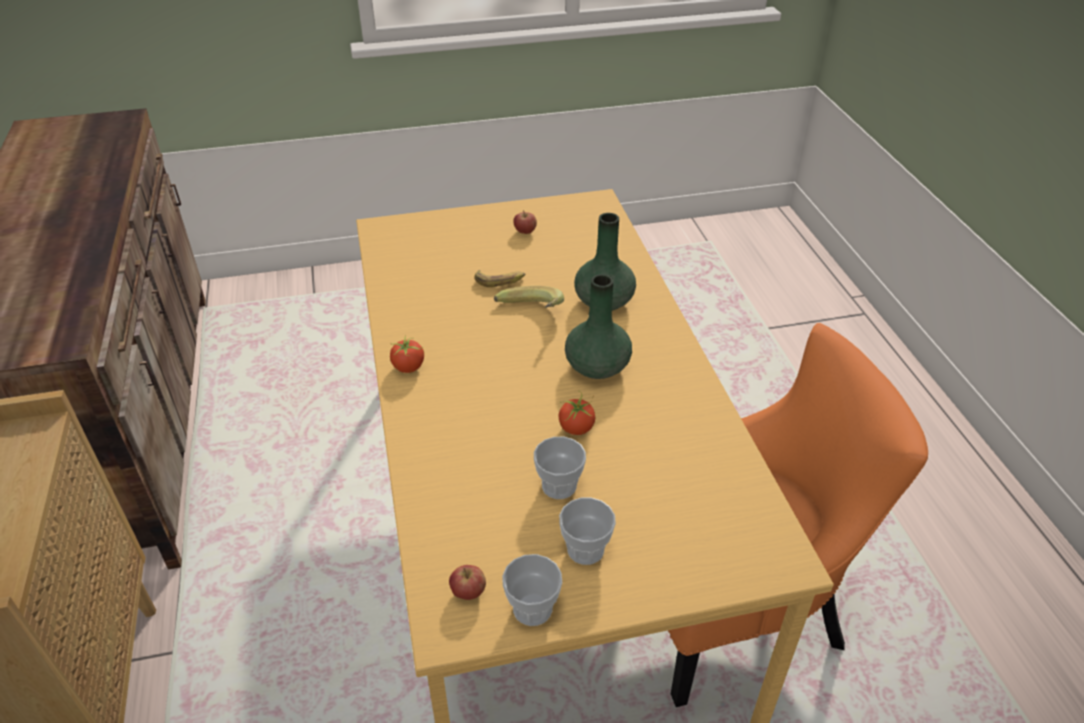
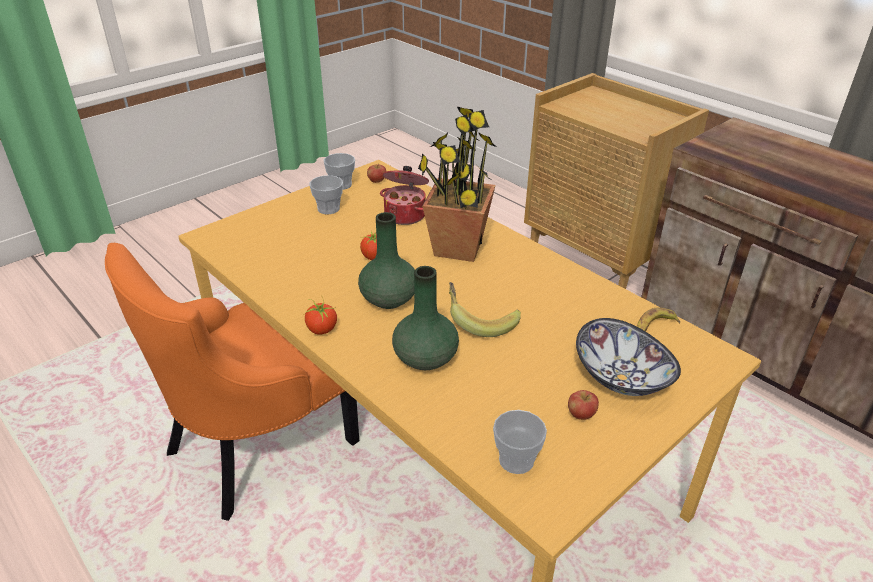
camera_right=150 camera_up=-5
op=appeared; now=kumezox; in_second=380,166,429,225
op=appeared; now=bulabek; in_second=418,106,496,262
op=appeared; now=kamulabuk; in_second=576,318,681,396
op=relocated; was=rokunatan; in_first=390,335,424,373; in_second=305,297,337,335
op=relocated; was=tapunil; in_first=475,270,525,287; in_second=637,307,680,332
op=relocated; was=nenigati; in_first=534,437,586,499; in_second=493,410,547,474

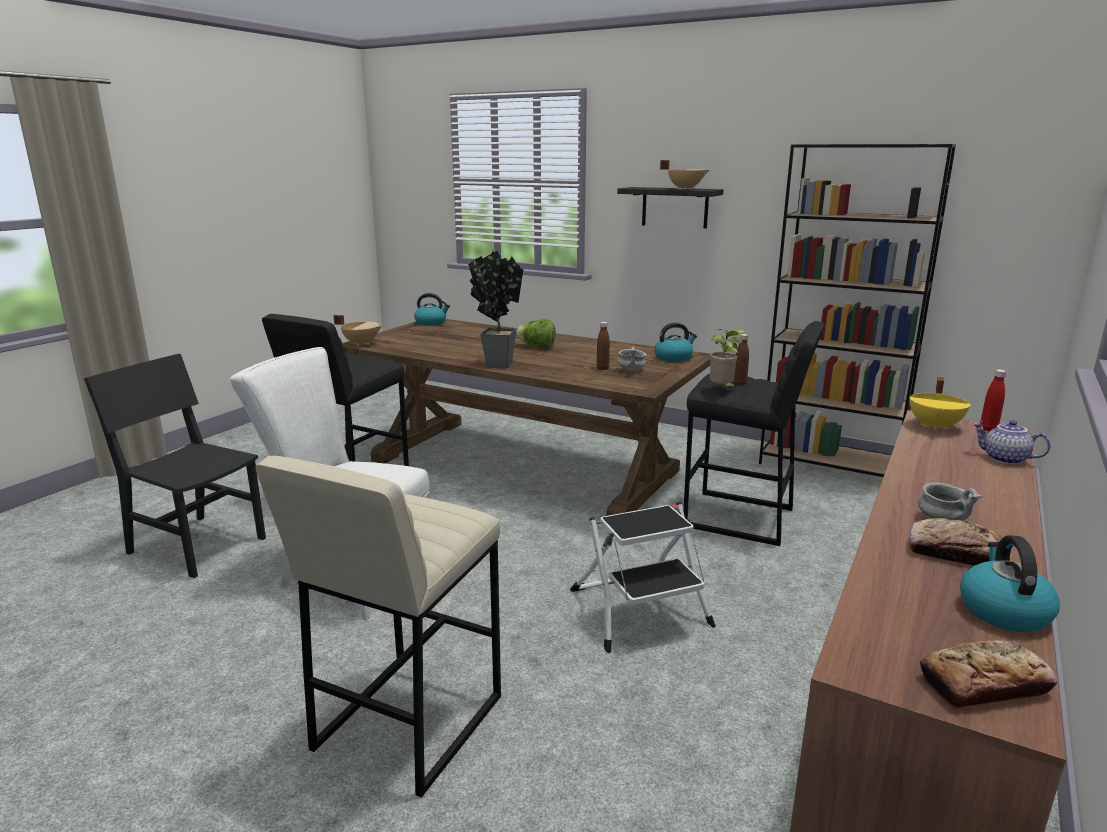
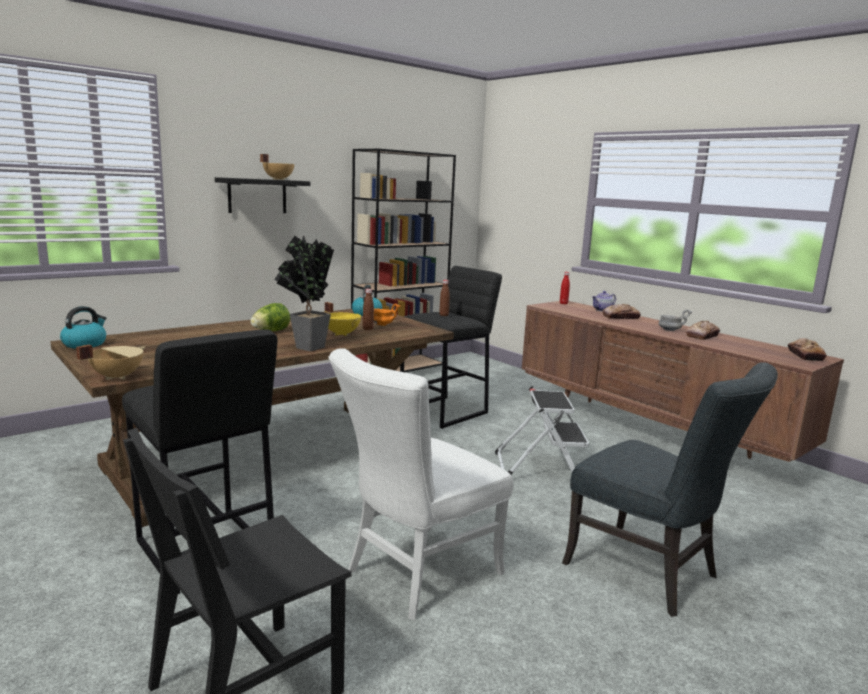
camera_right=-70 camera_up=-5
op=missing; was=bulabek; in_first=710,329,746,386
op=missing; was=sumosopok; in_first=960,535,1060,632
op=appeared; now=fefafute; in_second=603,304,641,319
op=relocated; was=yellow_kumezox; in_first=909,377,971,431; in_second=325,302,361,336
op=exchanged; was=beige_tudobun; now=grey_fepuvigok; in_first=255,456,501,798; in_second=562,362,778,617
op=colour; was=grey_kamulabuk; now=orange_kamulabuk; in_first=617,347,647,371; in_second=374,304,400,326

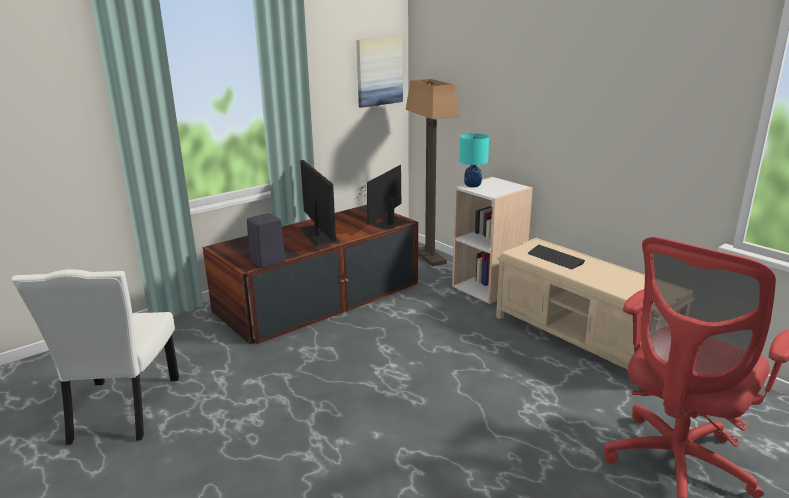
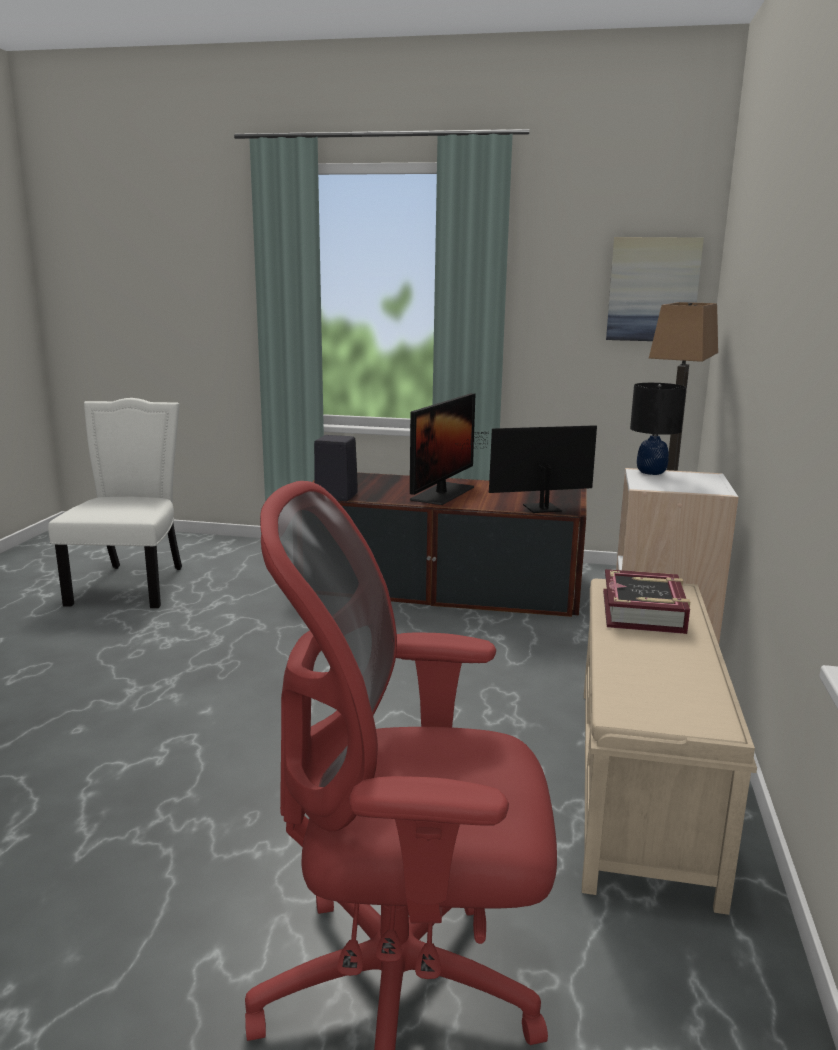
camera_right=50 camera_up=-5
op=exchanged; was=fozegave; now=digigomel; in_first=528,245,585,269; in_second=603,569,690,634
op=colour; was=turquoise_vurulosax; now=black_vurulosax; in_first=459,133,489,187; in_second=630,383,686,475
op=spun; was=white_fepuvigok; in_first=12,269,179,445; in_second=48,398,182,608; clockwise=135

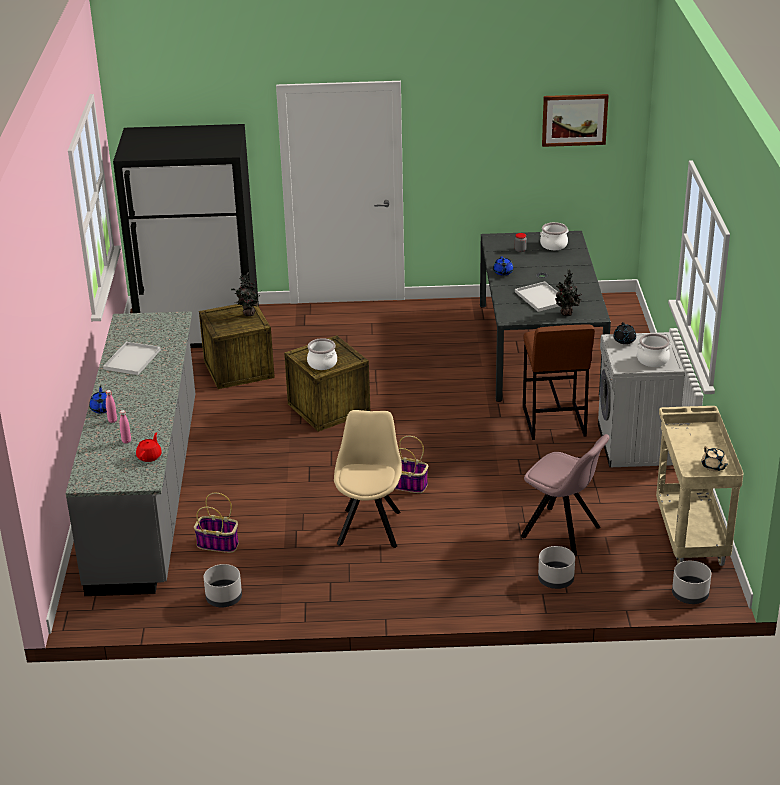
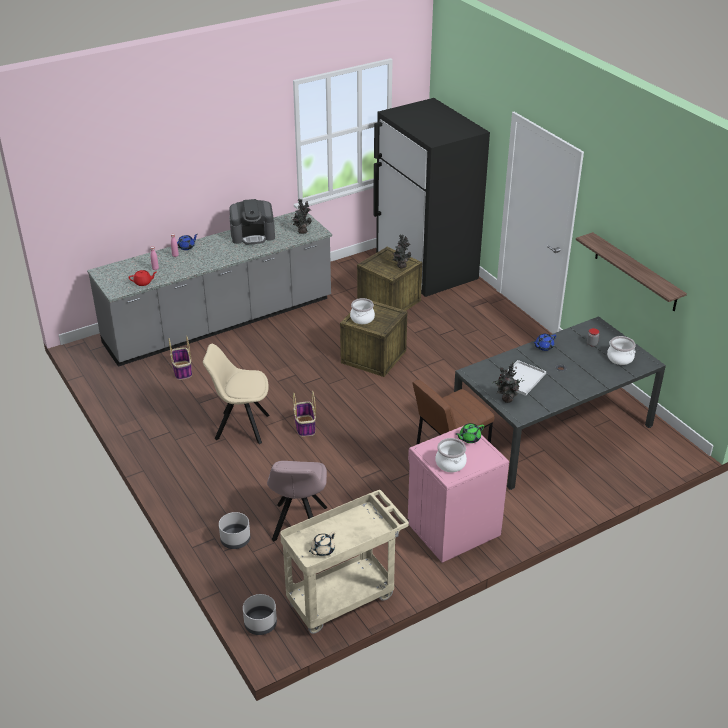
camera_right=60 camera_up=5
op=missing; was=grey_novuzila; in_first=203,564,242,607
op=missing; was=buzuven; in_first=542,94,609,147
op=appeared; now=bulabek; in_second=291,199,312,234
op=appeared; now=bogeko; in_second=576,232,687,311
op=exchanged; was=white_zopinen; now=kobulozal; in_first=103,342,161,375; in_second=229,199,275,245
op=colour; was=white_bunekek; now=pink_bunekek; in_first=598,332,685,467; in_second=408,426,509,563
op=colour; was=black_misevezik; now=green_misevezik; in_first=613,322,636,344; in_second=455,423,484,443
op=spun; was=beige_fepuvigok; in_first=334,410,402,548; in_second=203,344,270,444; clockwise=-150

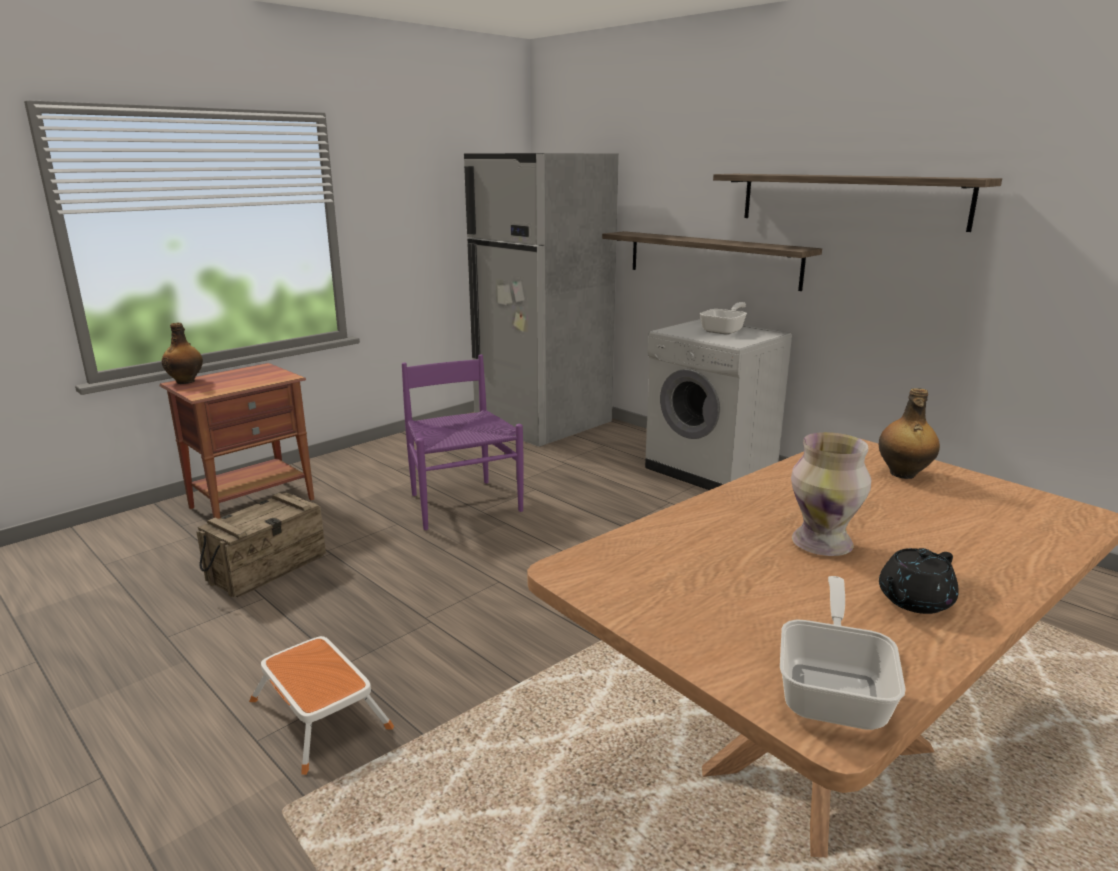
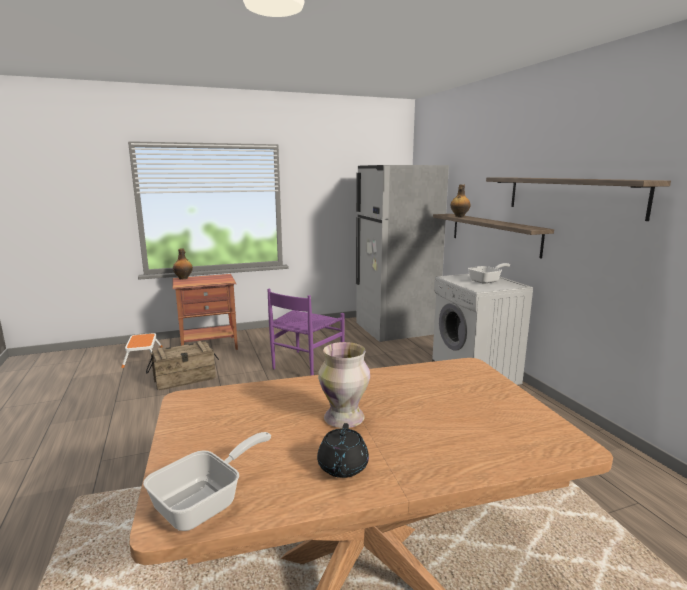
camera_right=25 camera_up=-5
op=relocated; was=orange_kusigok; in_first=249,636,394,775; in_second=121,333,163,368
op=relocated; was=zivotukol; in_first=879,388,940,479; in_second=450,184,470,217
op=spun; was=purple_fepuvigok; in_first=402,355,524,530; in_second=268,289,345,375; clockwise=-150
op=spun; was=black_misevezik; in_first=879,548,959,614; in_second=317,423,369,478; clockwise=-75

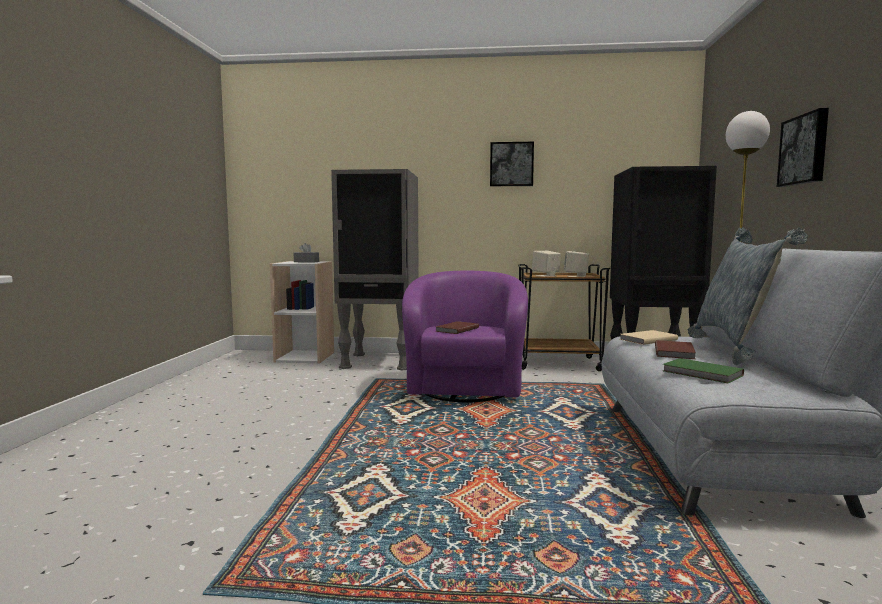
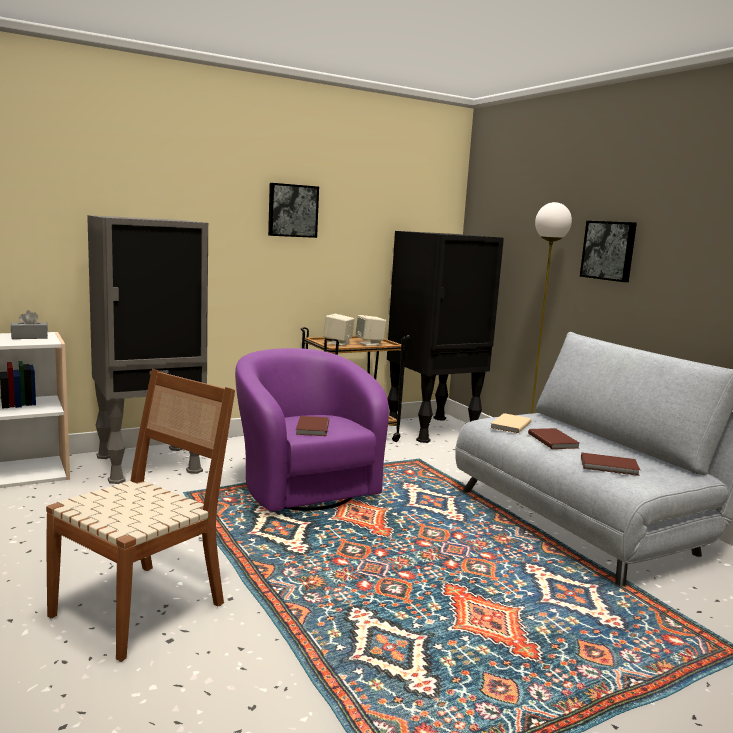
camera_right=-35 camera_up=5
op=missing; was=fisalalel; in_first=688,227,808,365
op=appeared; now=fepuvigok; in_second=46,369,235,662
op=colour; was=green_digigomel; now=brown_digigomel; in_first=663,358,744,383; in_second=581,453,640,476

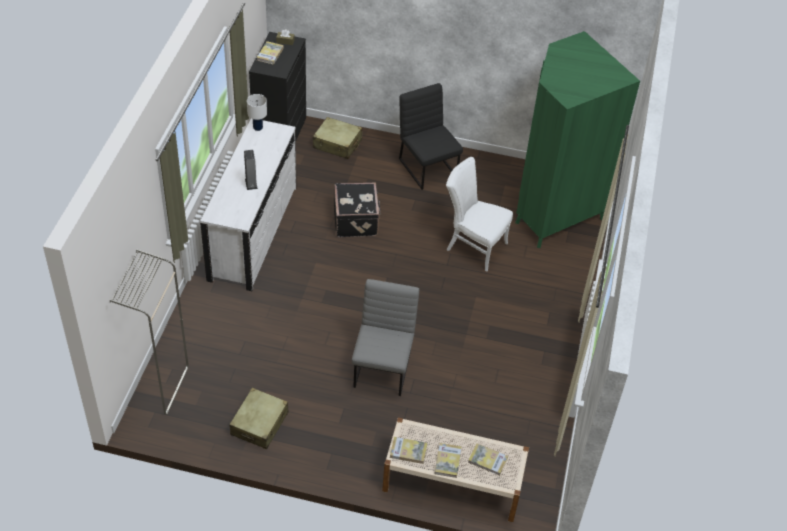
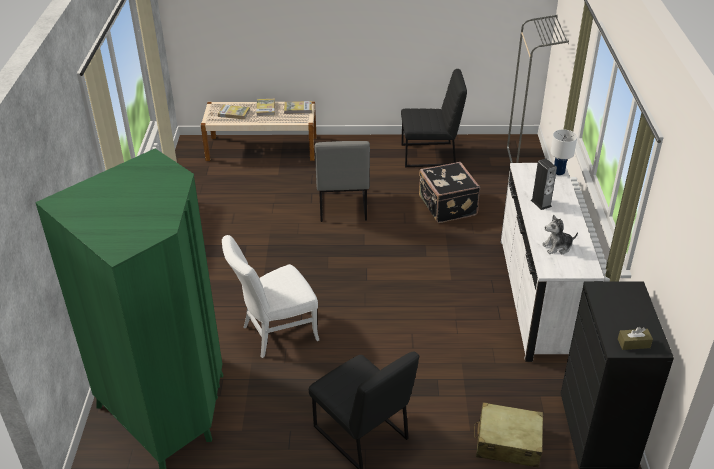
camera_right=170 camera_up=-10
op=missing; was=digigomel; in_first=256,41,284,65
op=appeared; now=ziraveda; in_second=542,215,578,254
op=relocated; was=white_vurulosax; in_first=247,94,267,131; in_second=550,129,577,175
op=relocated; was=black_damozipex; in_first=334,182,381,237; in_second=419,162,480,223
op=exchanged; was=beige_damozipex; now=black_fepuvigok; in_first=230,388,288,449; in_second=401,69,467,167
op=spun; was=white_fepuvigok; in_first=446,157,513,272; in_second=222,235,319,358; clockwise=135

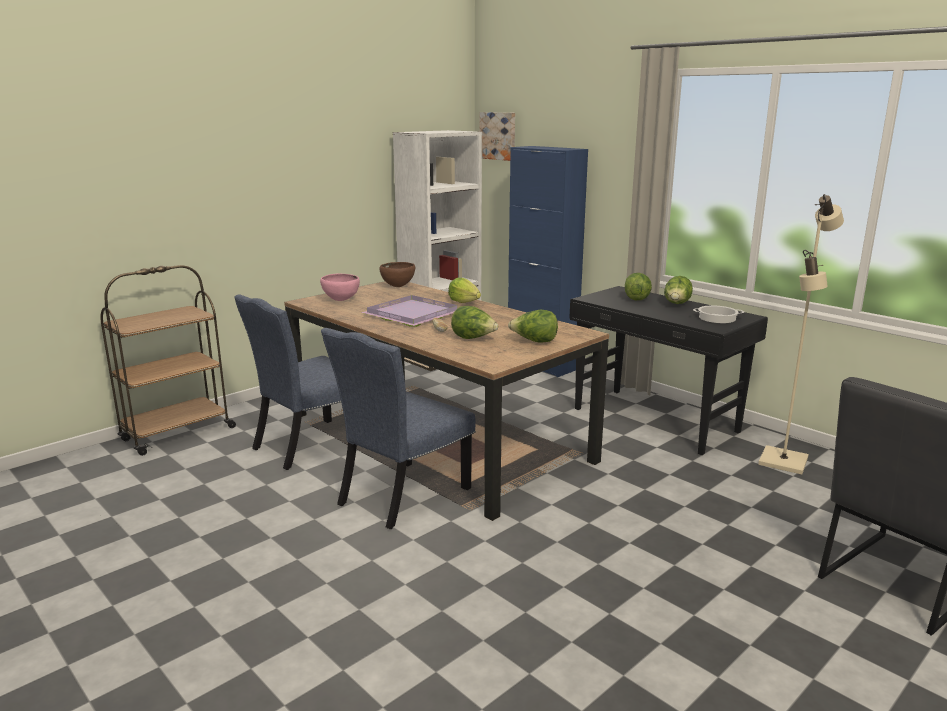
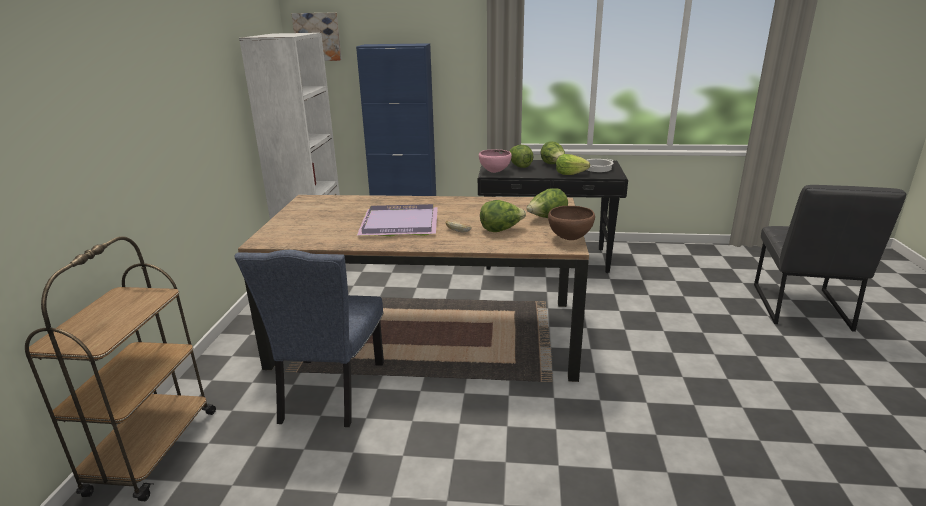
camera_right=-40 camera_up=5
op=missing; was=blue_fepuvigok; in_first=321,328,476,529
op=missing; was=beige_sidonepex; in_first=758,194,844,474
op=relocated; was=pink_kamulabuk; in_first=320,273,360,301; in_second=479,150,512,173
op=relocated; was=brown_kamulabuk; in_first=379,262,415,287; in_second=548,206,595,240
op=relocated; was=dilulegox; in_first=448,278,481,303; in_second=556,154,590,175

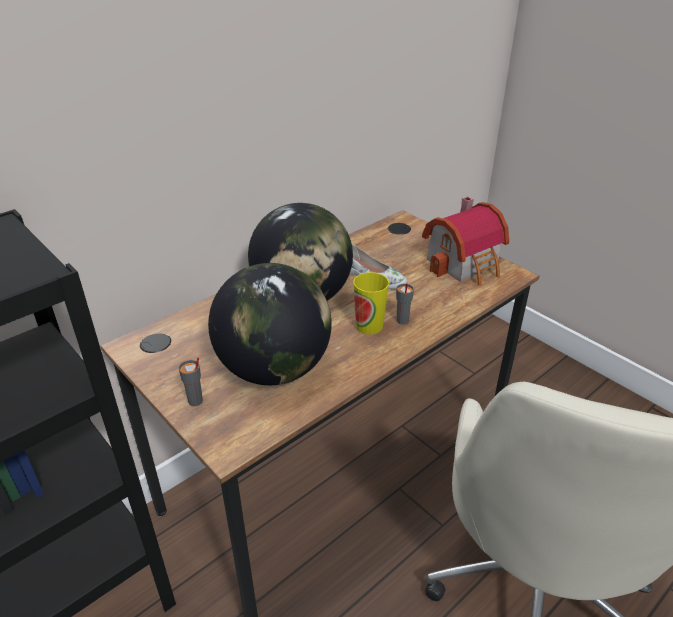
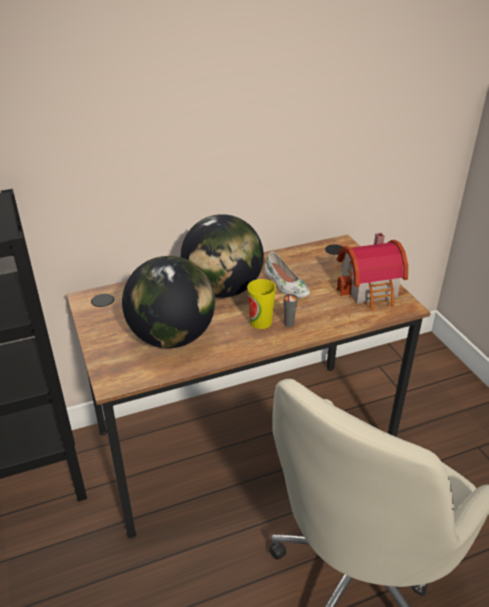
camera_right=20 camera_up=0
op=missing; was=grey_nenigati; in_first=178,358,203,406

